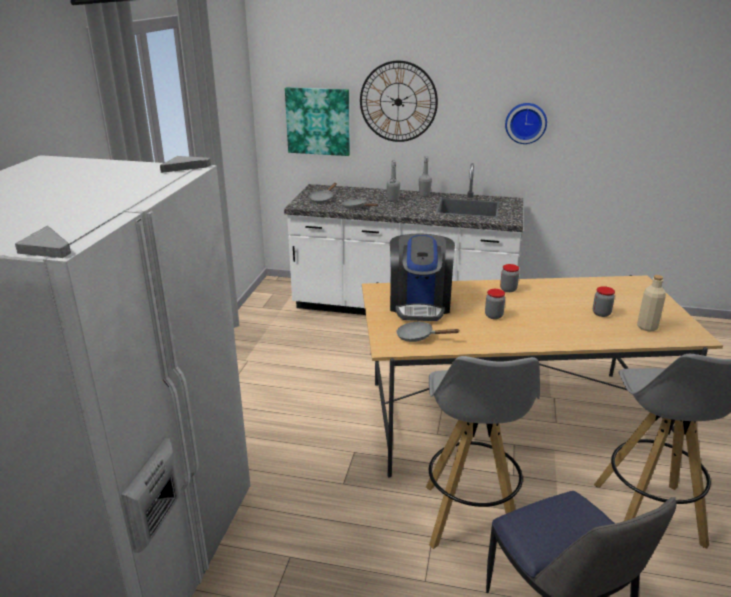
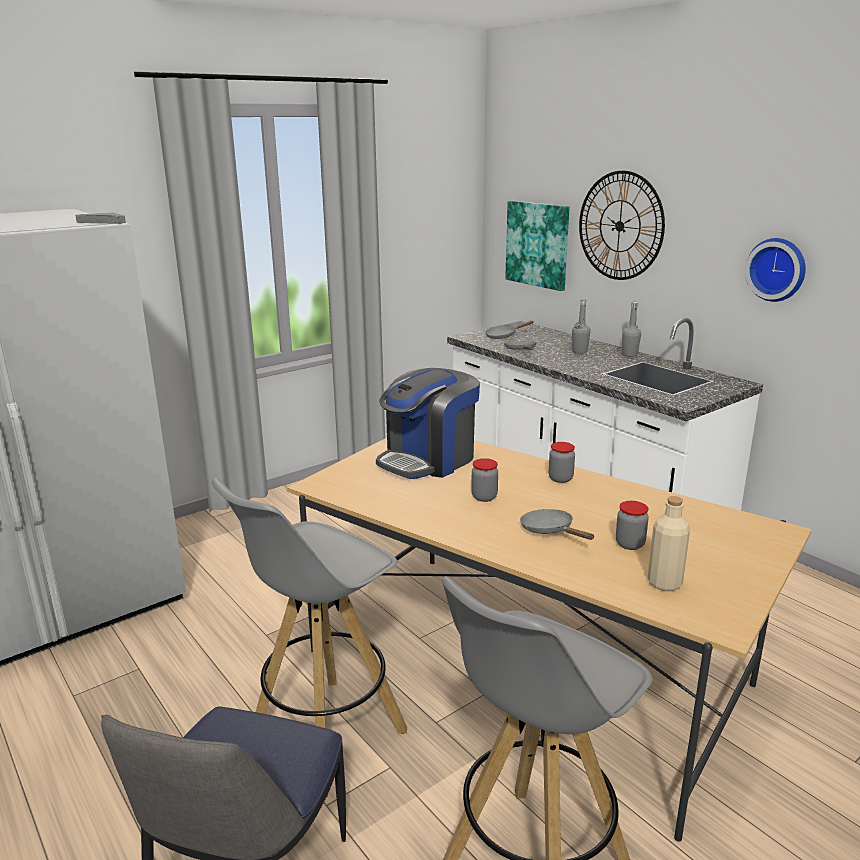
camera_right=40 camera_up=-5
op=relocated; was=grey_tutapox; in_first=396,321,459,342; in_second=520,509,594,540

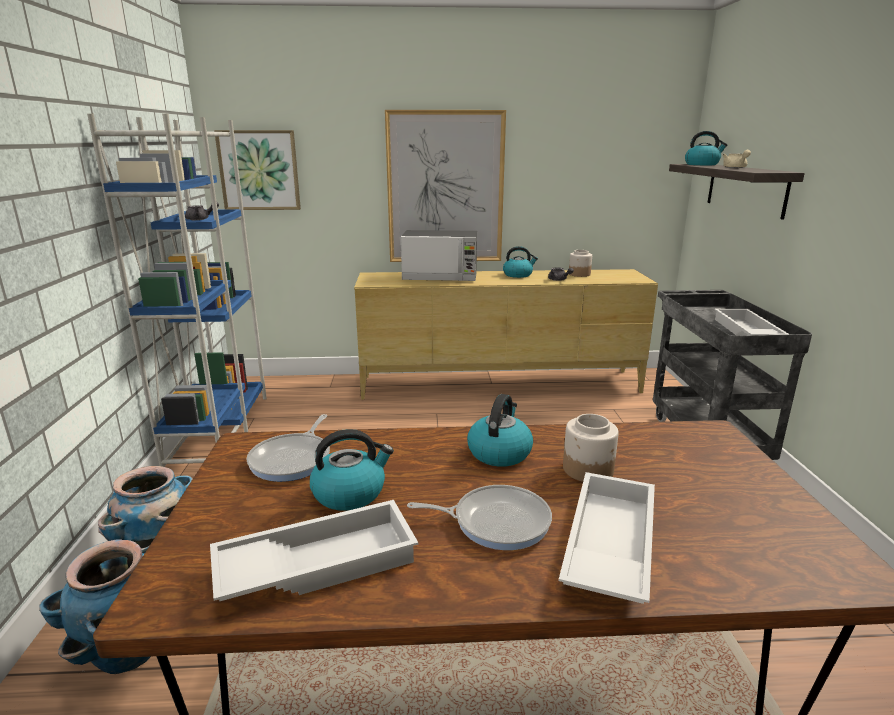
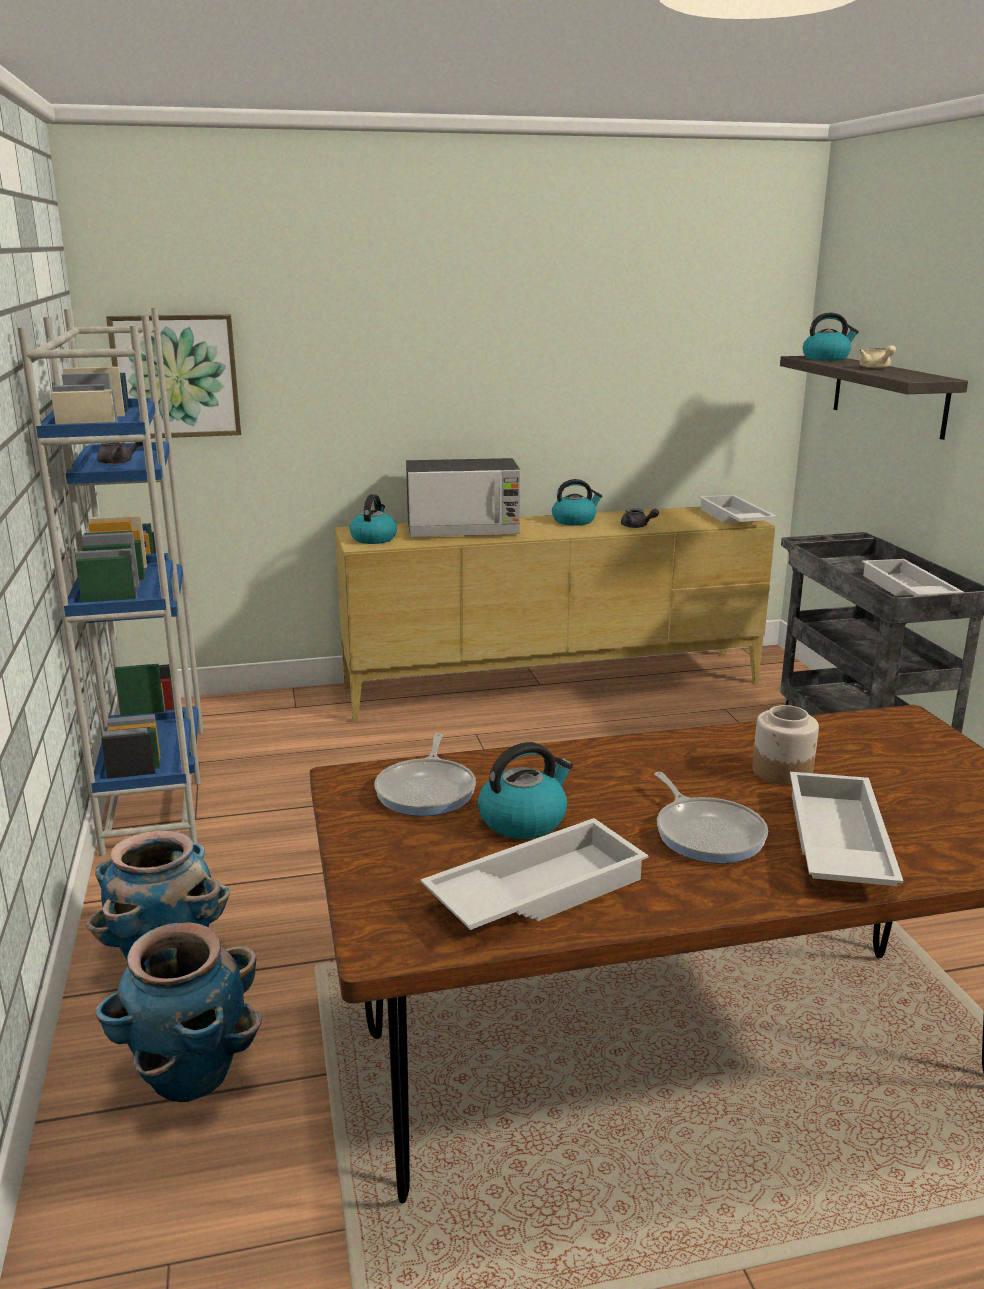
camera_right=-10 camera_up=0
op=missing; was=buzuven; in_first=385,110,506,262
op=missing; was=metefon; in_first=569,250,592,277
op=appeared; now=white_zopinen; in_second=699,495,777,523
op=relocated; was=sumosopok; in_first=467,394,533,467; in_second=349,494,397,544
op=spun; was=tutapox; in_first=407,485,552,550; in_second=655,772,768,863; clockwise=75

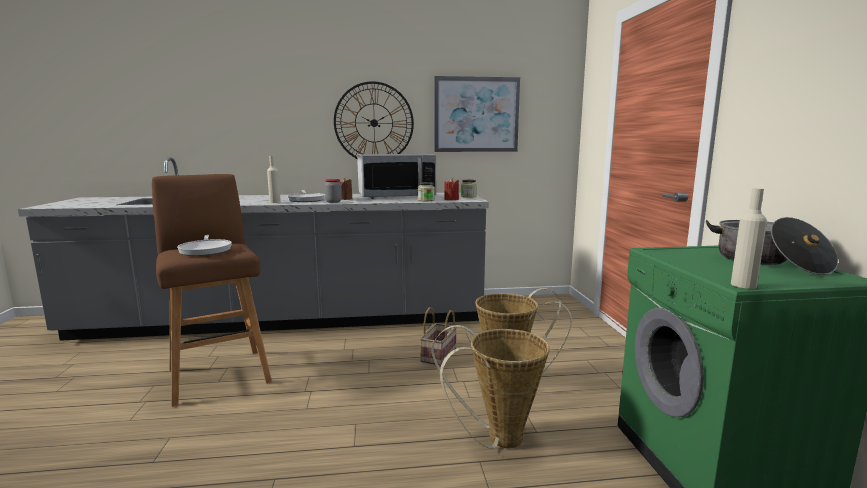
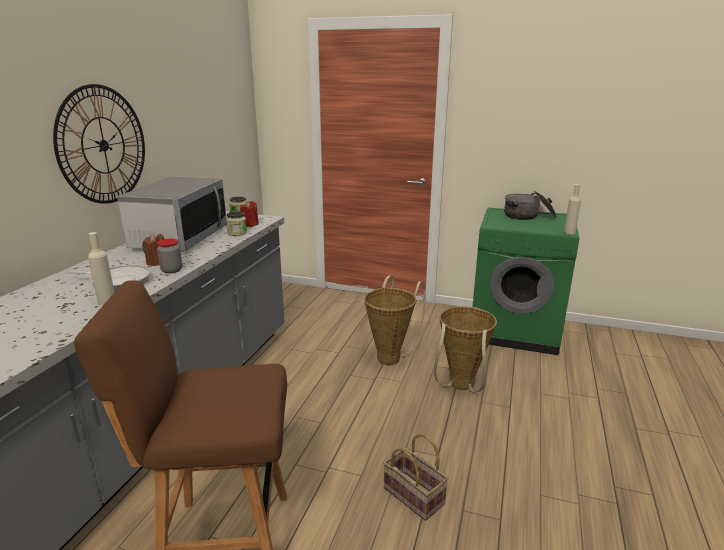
camera_right=-65 camera_up=10
op=missing; was=tutapox; in_first=177,235,232,256
op=missing; was=buzuven; in_first=434,76,520,152
op=relocated; was=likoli; in_first=420,307,457,366; in_second=383,434,448,521

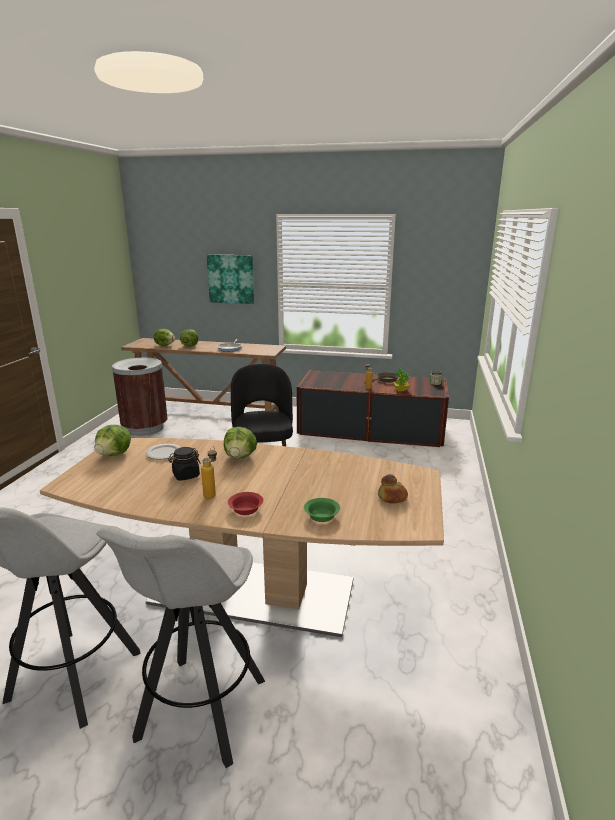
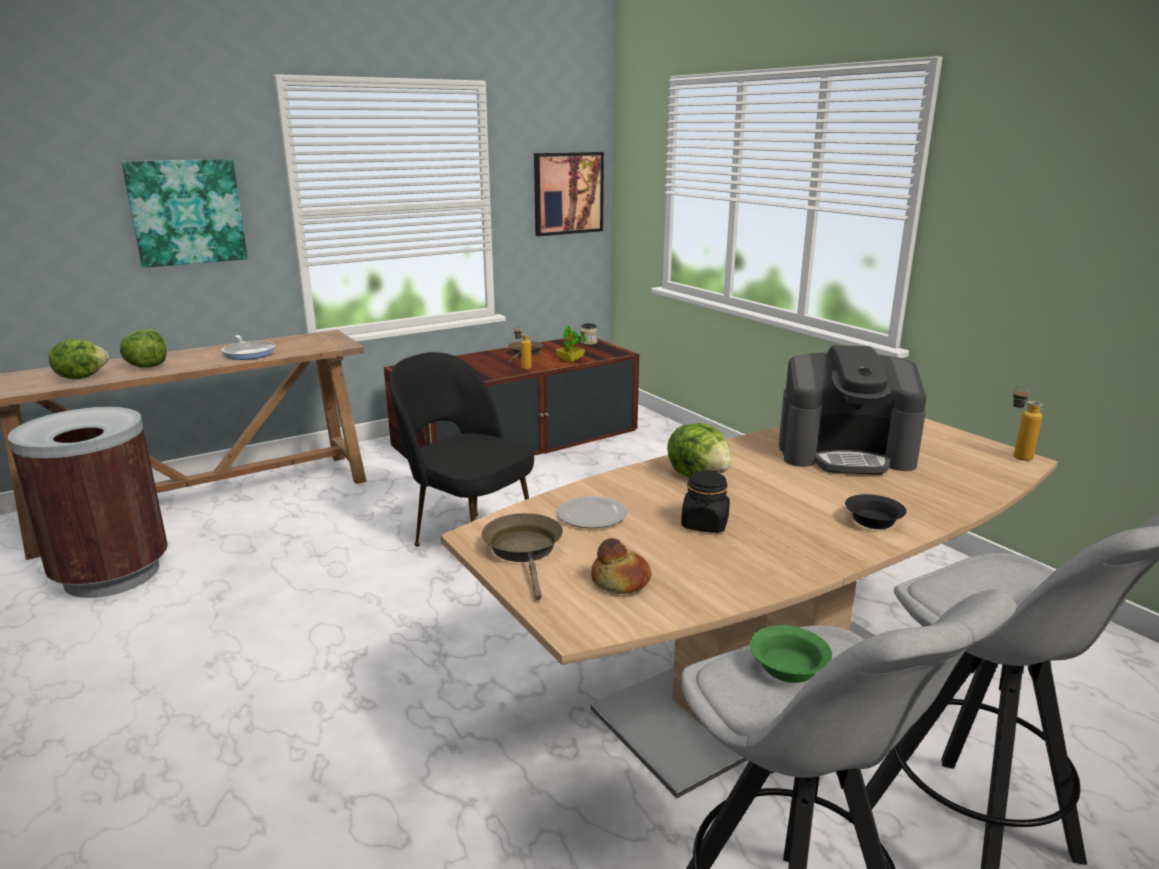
camera_right=-45 camera_up=0
op=appeared; now=buzuven; in_second=534,152,604,236
op=appeared; now=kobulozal; in_second=779,345,926,474
op=relocated; was=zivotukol; in_first=201,446,217,499; in_second=1013,385,1043,461
op=relocated; was=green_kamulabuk; in_first=304,498,340,522; in_second=750,625,832,683
op=relocated; was=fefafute; in_first=378,474,408,504; in_second=591,538,652,594
op=exchanged; was=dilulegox; now=brown_tutapox; in_first=95,425,131,456; in_second=482,513,563,600
op=colour; was=red_kamulabuk; now=black_kamulabuk; in_first=228,492,263,515; in_second=845,494,906,529

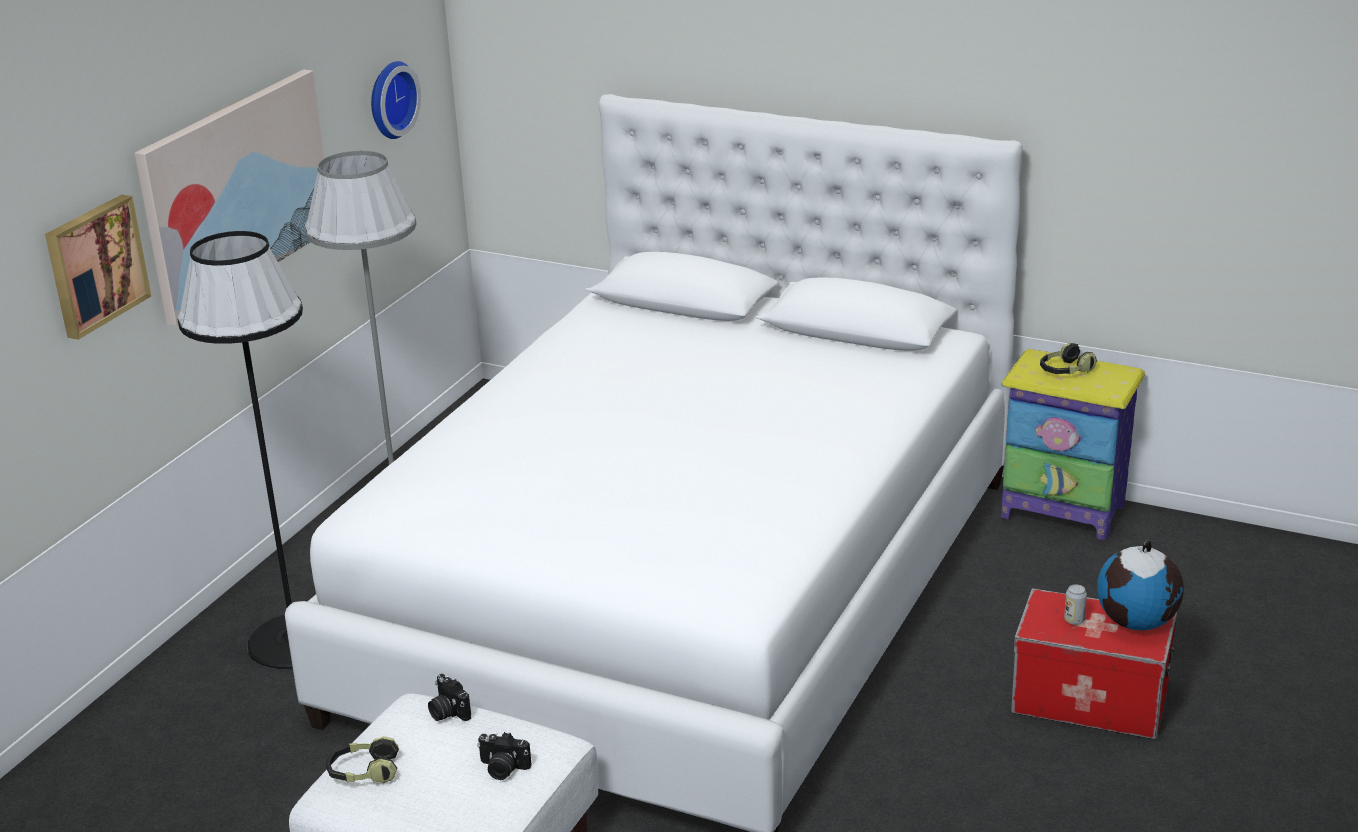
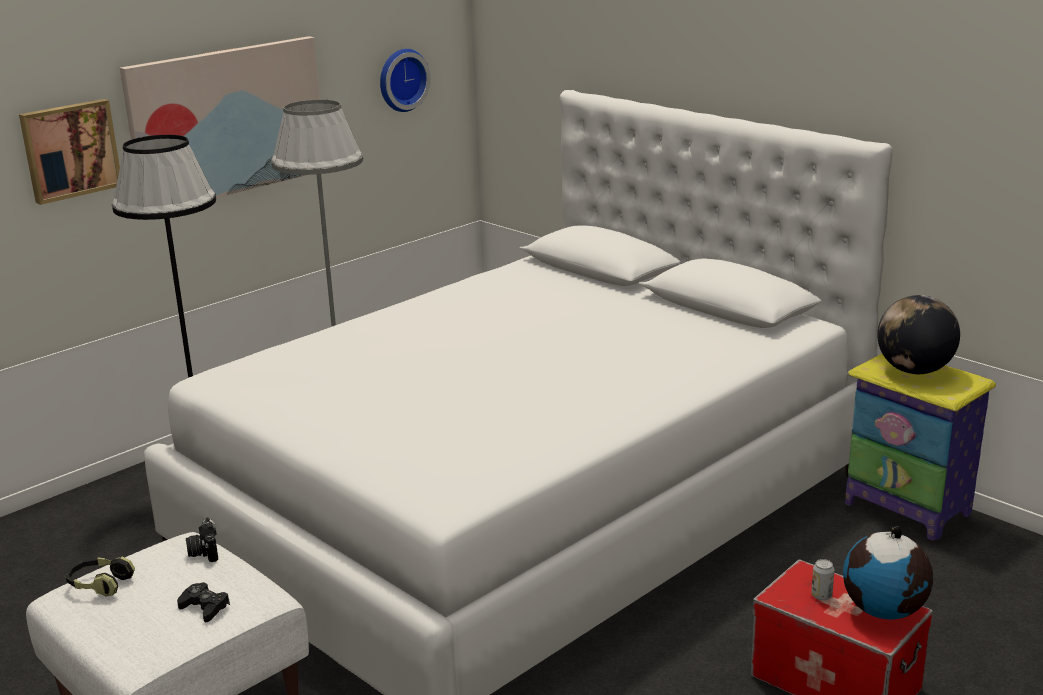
camera_right=20 camera_up=-5
op=exchanged; was=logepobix; now=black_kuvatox; in_first=477,732,532,780; in_second=177,582,230,623
op=exchanged; was=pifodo; now=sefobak; in_first=1040,342,1097,374; in_second=877,295,960,374

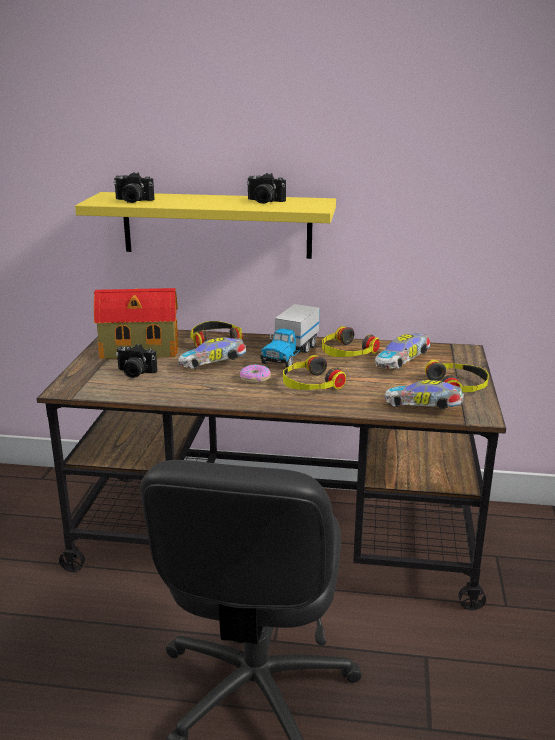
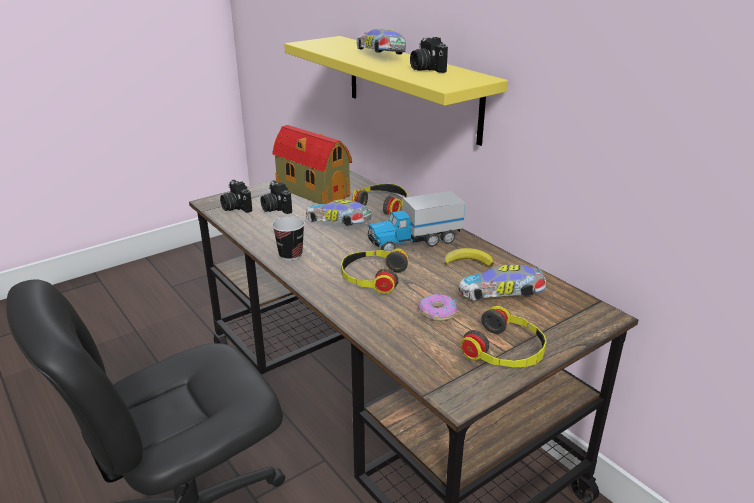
camera_right=45 camera_up=5
op=appeared; now=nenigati; in_second=272,217,305,261
op=relocated; was=logepobix; in_first=113,172,155,203; in_second=220,180,252,213
op=relocated; was=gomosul; in_first=240,364,271,383; in_second=418,294,457,321
op=relocated; was=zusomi; in_first=384,380,464,409; in_second=357,29,406,55
op=exchanged; was=pifodo; now=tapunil; in_first=322,326,380,357; in_second=445,248,494,267

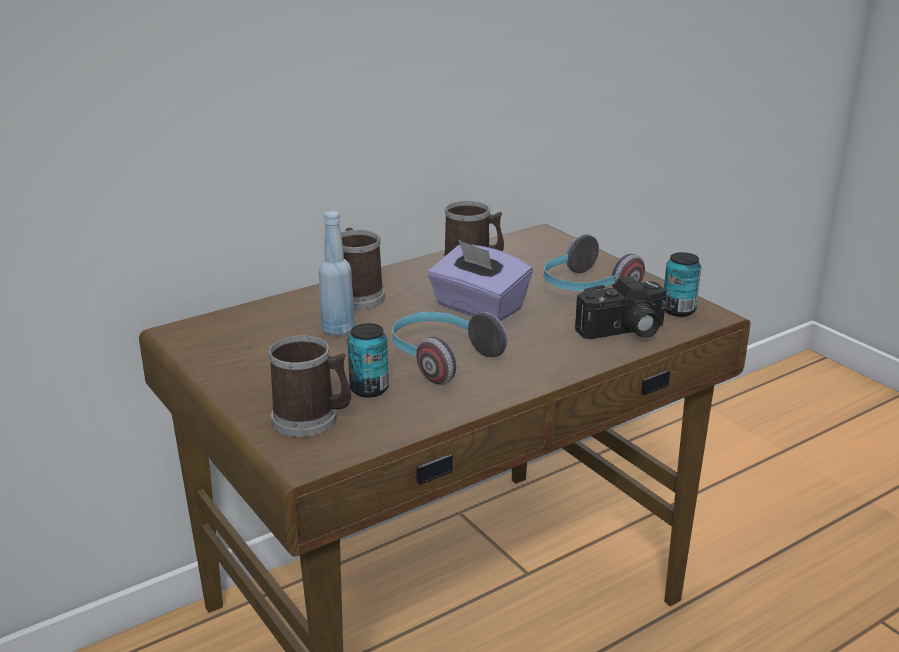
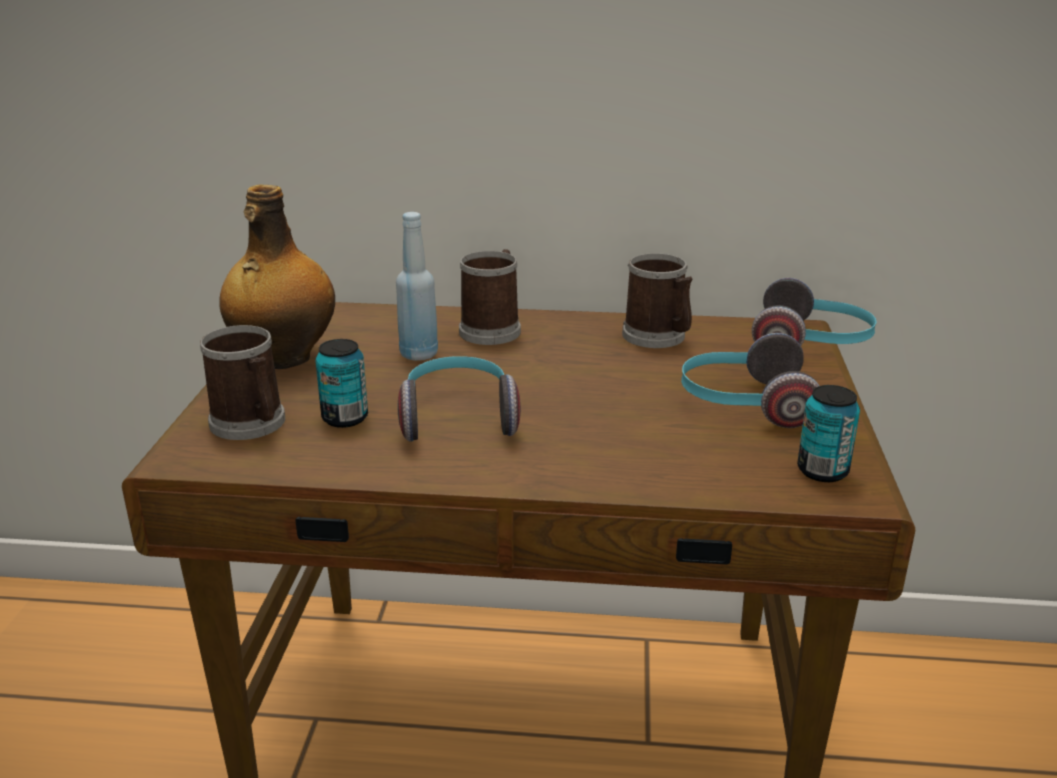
camera_right=40 camera_up=0
op=missing; was=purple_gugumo; in_first=428,240,533,321
op=missing; was=logepobix; in_first=575,276,667,339
op=appeared; now=zivotukol; in_second=219,184,335,369
op=appeared; now=pifodo; in_second=752,278,877,346

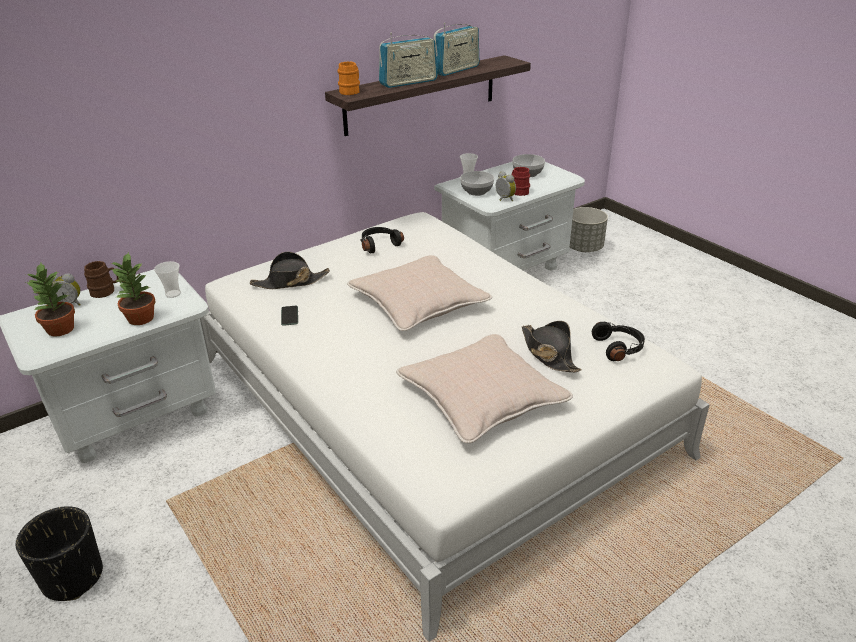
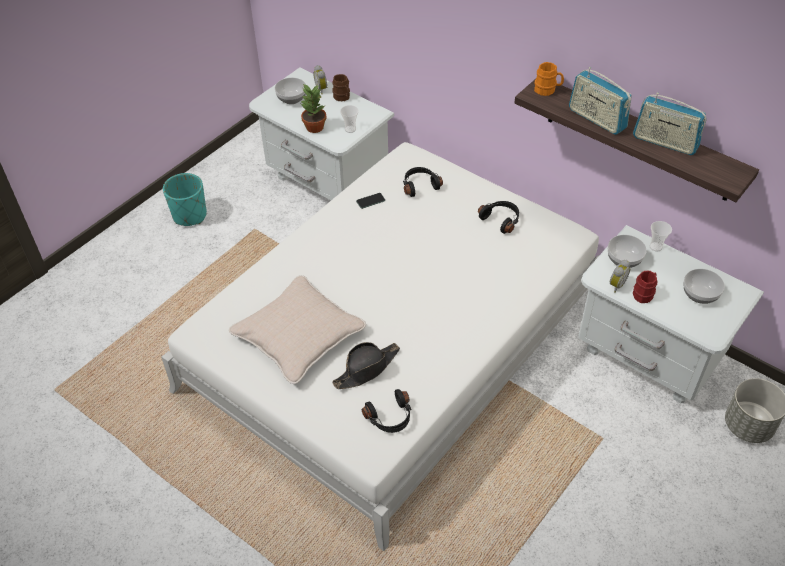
camera_right=75 camera_up=15
op=missing; was=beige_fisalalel; in_first=347,255,492,331
op=exchanged; was=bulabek; now=kamulabuk; in_first=26,263,75,337; in_second=275,78,306,104
op=exchanged; was=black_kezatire; now=black_pifodo; in_first=250,252,330,289; in_second=403,167,443,197
op=colour; was=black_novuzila; now=turquoise_novuzila; in_first=16,506,103,601; in_second=163,173,207,226

